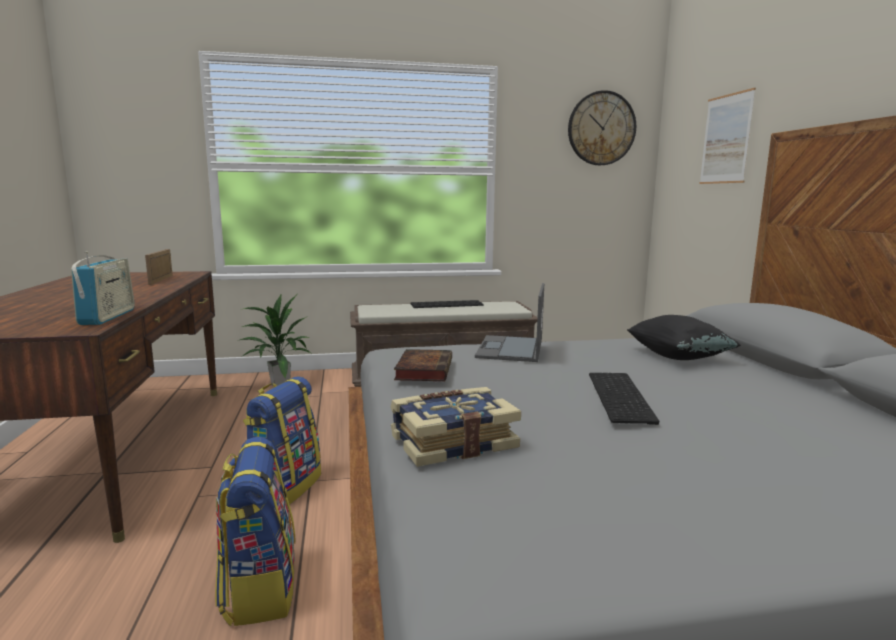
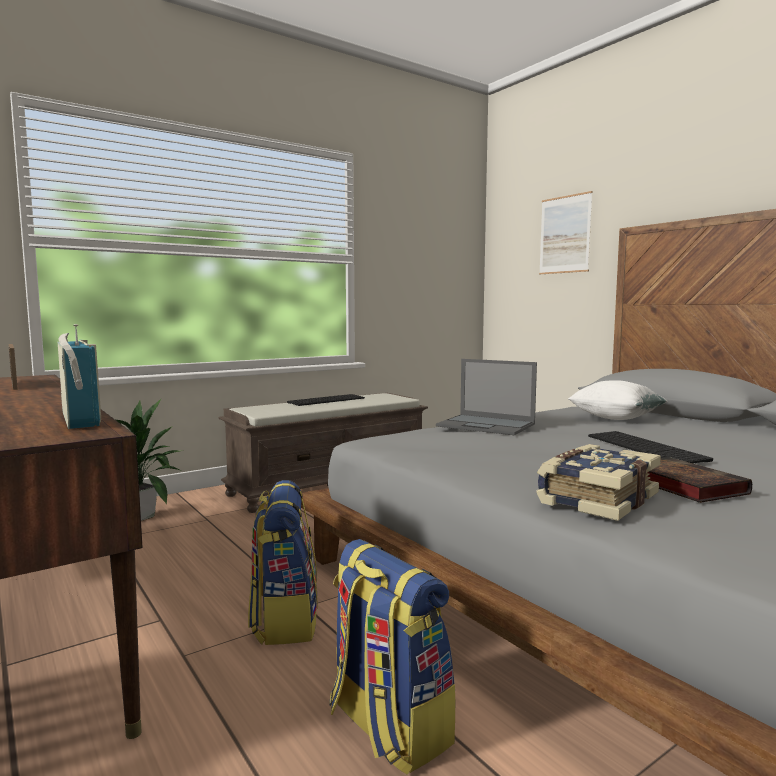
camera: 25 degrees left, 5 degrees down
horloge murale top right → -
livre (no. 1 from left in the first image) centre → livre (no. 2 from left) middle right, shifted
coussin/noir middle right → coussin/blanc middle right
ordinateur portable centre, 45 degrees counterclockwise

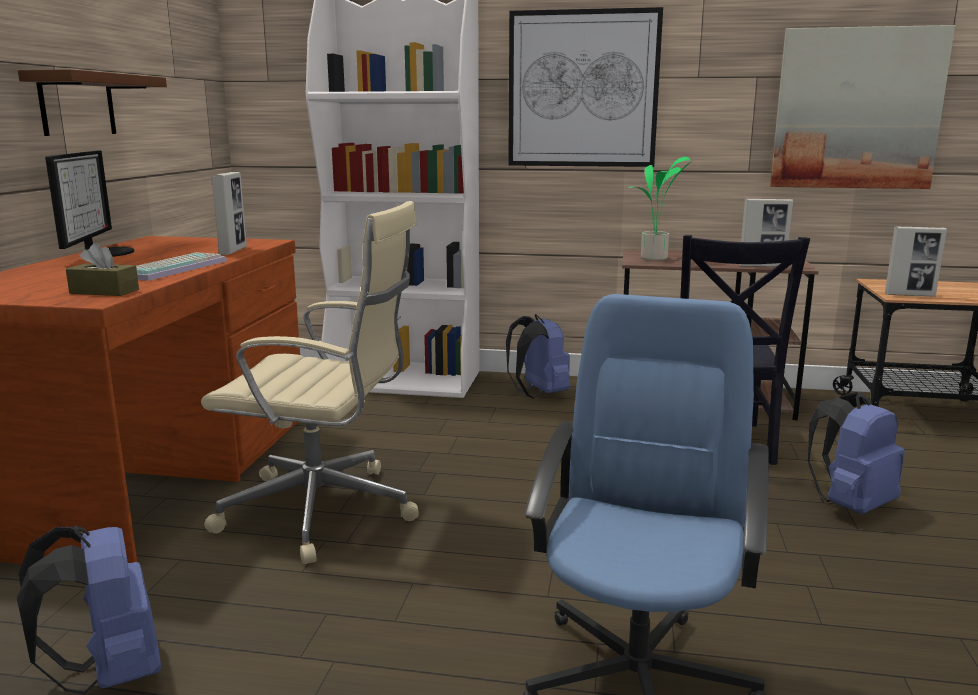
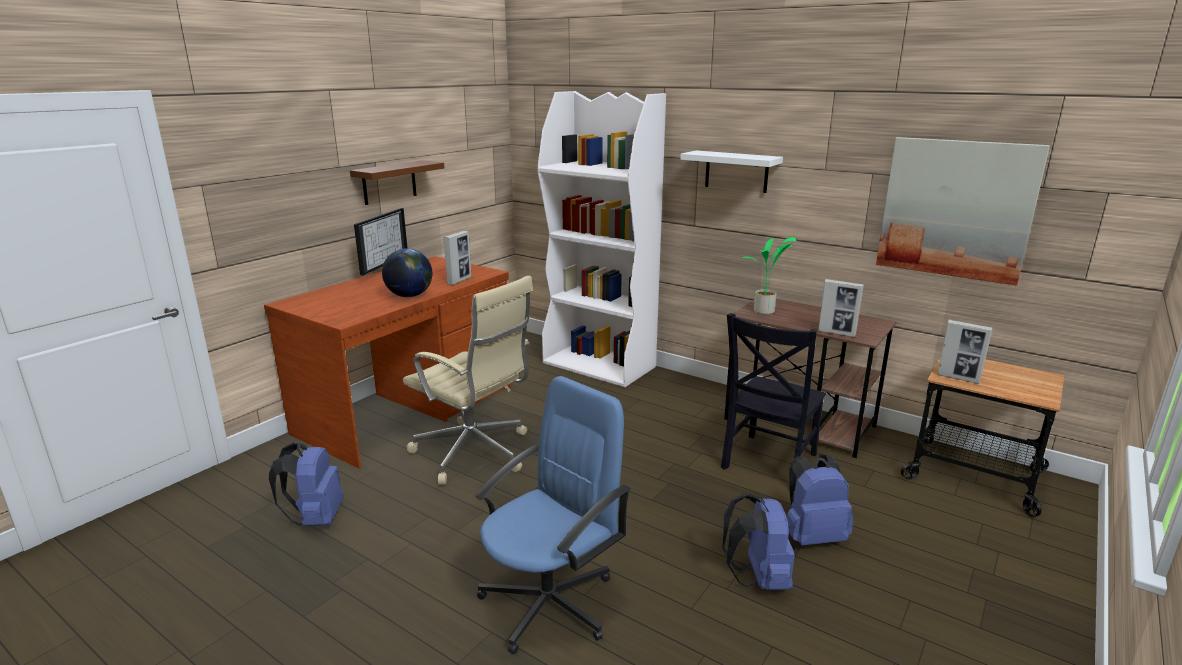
camera: 25 degrees right, 5 degrees up
boîte à mouchoirs/marron middle left → -
sac à dos/bleu (no. 2 from left) centre → sac à dos/bleu (no. 2 from left) bottom centre, shifted
clavier middle left → globe centre
tableau (no. 1 from left) top centre → étagère/blanc top centre

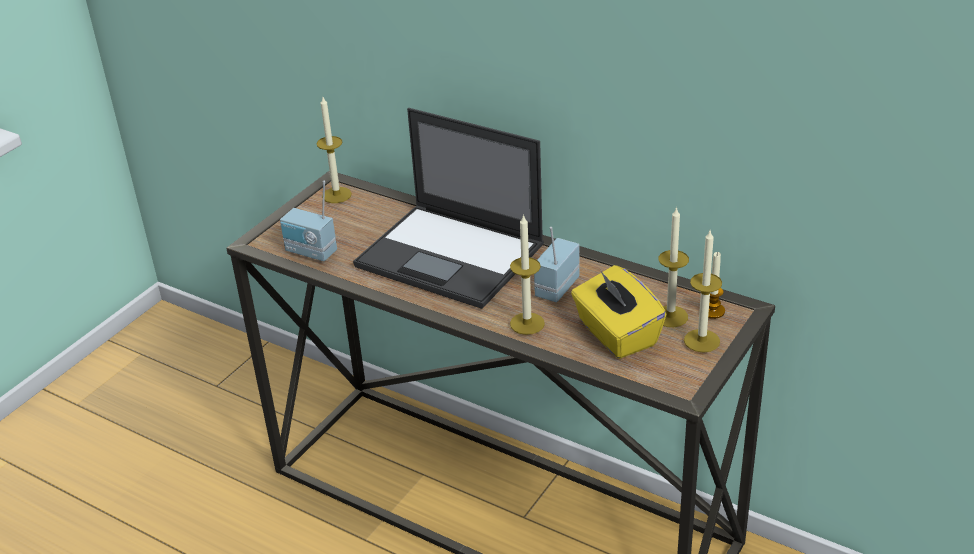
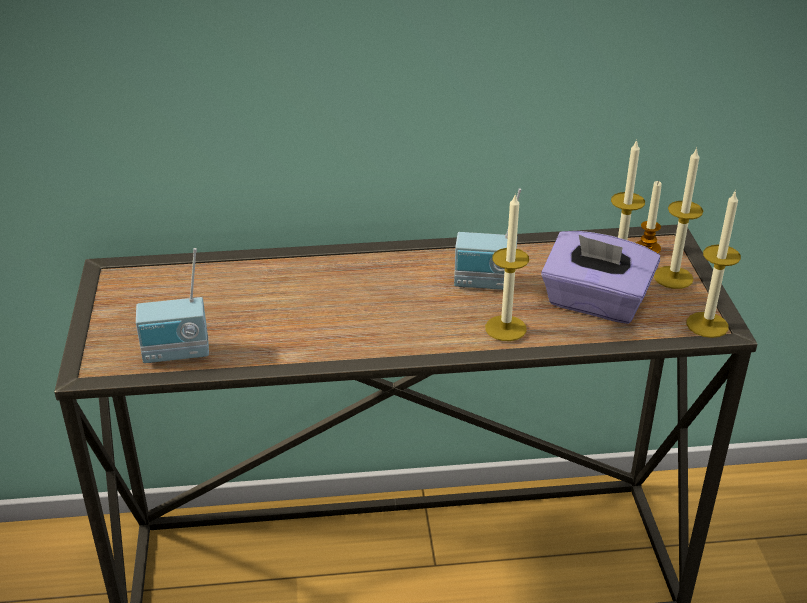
camera: 40 degrees left, 0 degrees up
ordinateur portable centre → -
bougie (no. 1 from left in the first image) top centre → bougie (no. 5 from left) middle right, shifted
boîte à mouchoirs/jaune centre → boîte à mouchoirs/violet middle right
radio (no. 2 from left) centre, 75 degrees counterclockwise

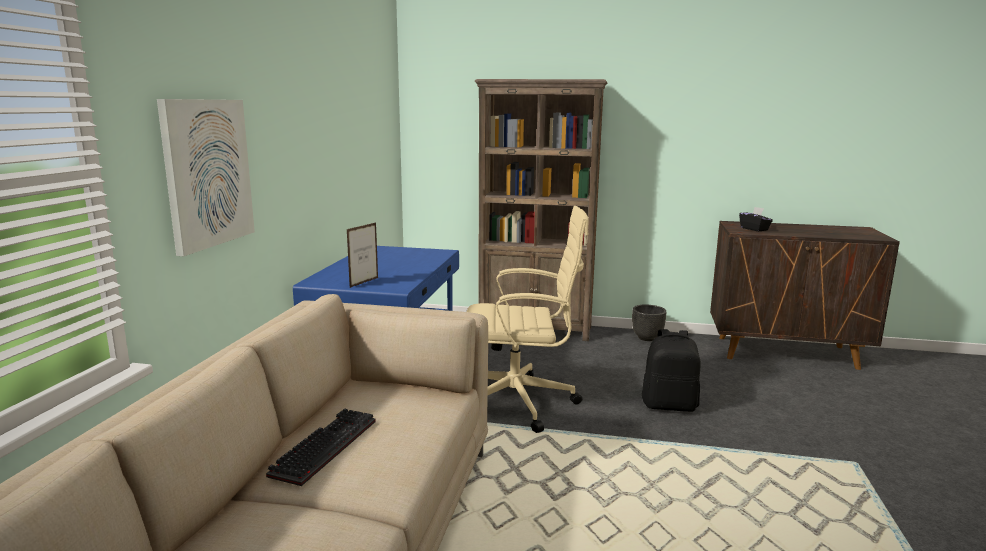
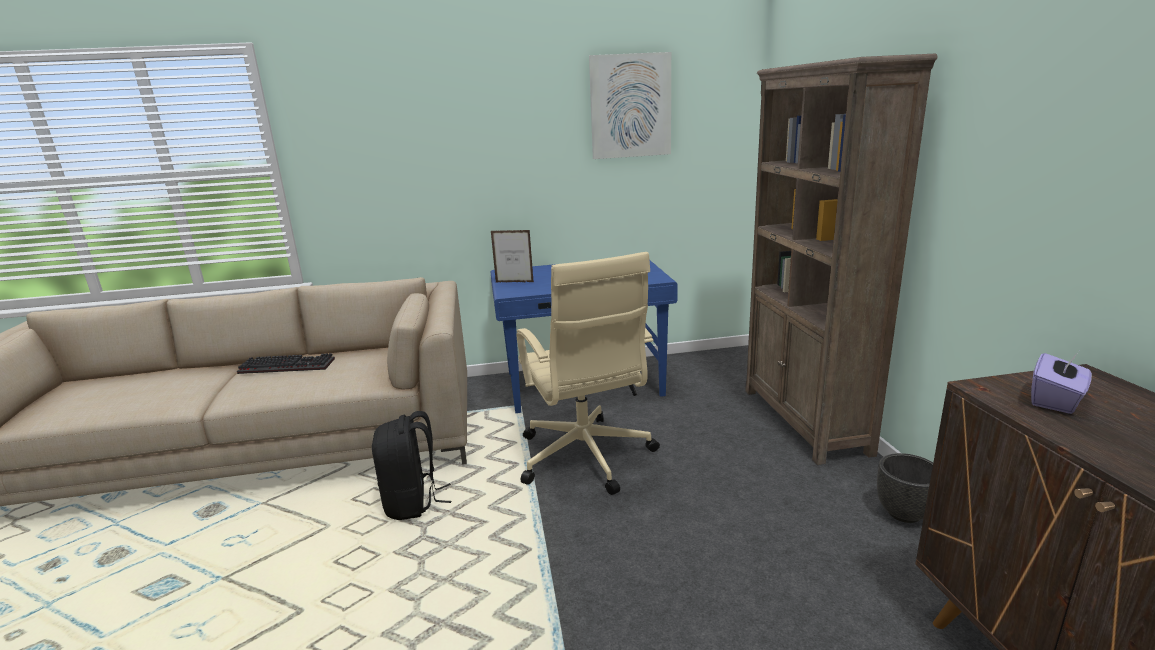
camera: 70 degrees right, 5 degrees up
tableau top left → tableau top centre, shifted
sac à dos/noir bottom right → sac à dos/noir bottom centre, shifted
boîte à mouchoirs/noir middle right → boîte à mouchoirs/violet middle right

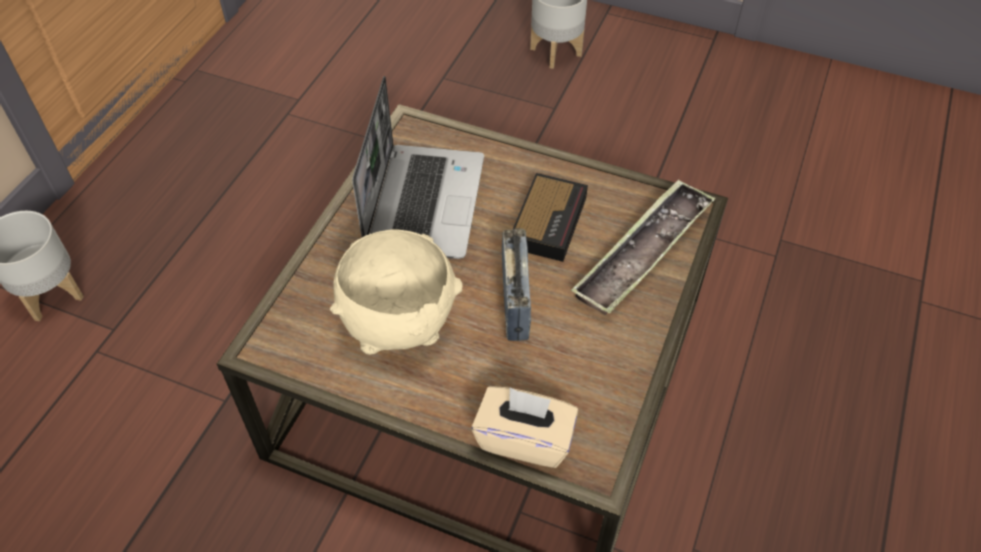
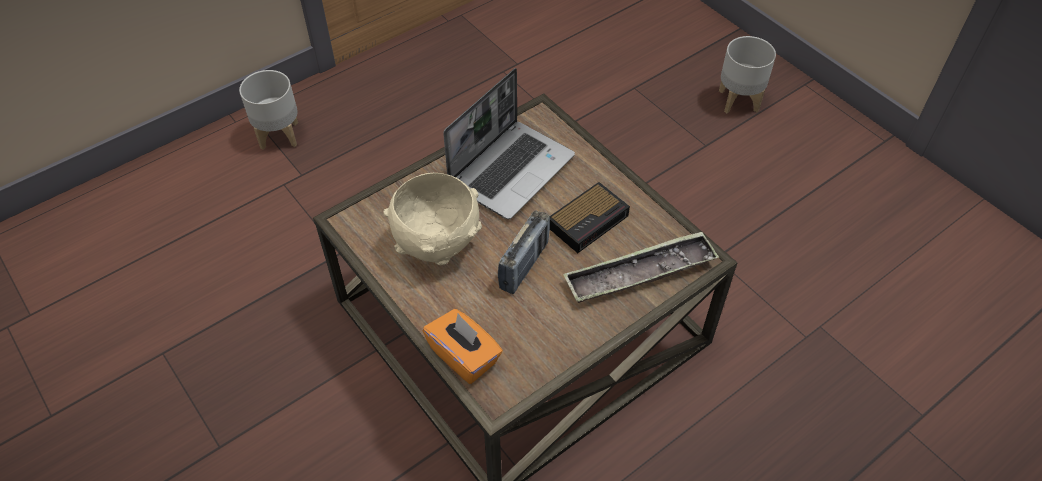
camera: 30 degrees right, 0 degrees up
boîte à mouchoirs/beige bottom centre → boîte à mouchoirs/orange bottom centre

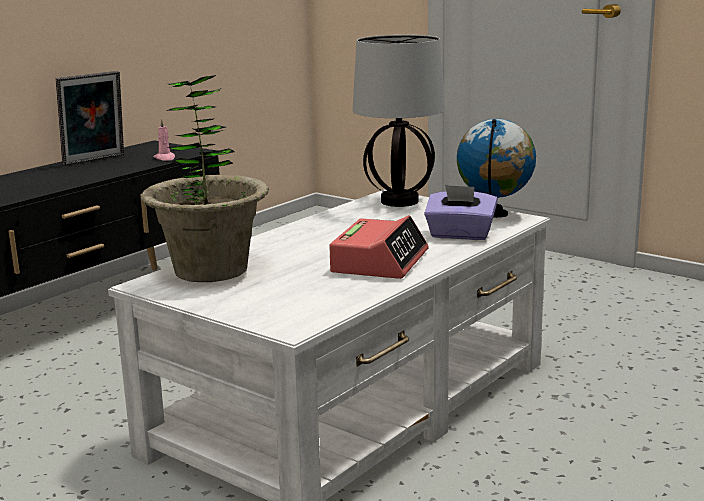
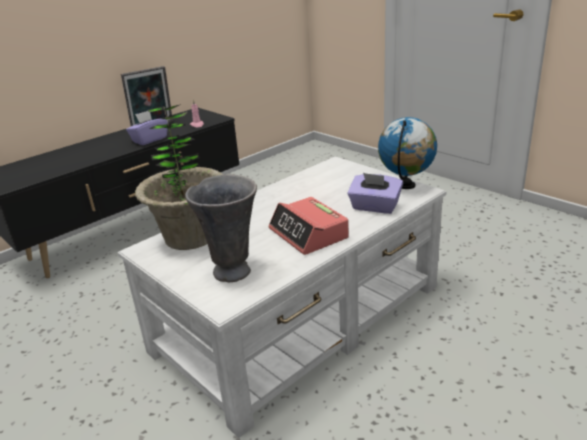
camera: 10 degrees right, 10 degrees up
lampe de table top centre → -
- → boîte à mouchoirs/violet (no. 1 from left) top left
- → vase/gris centre
réveil centre, 120 degrees clockwise

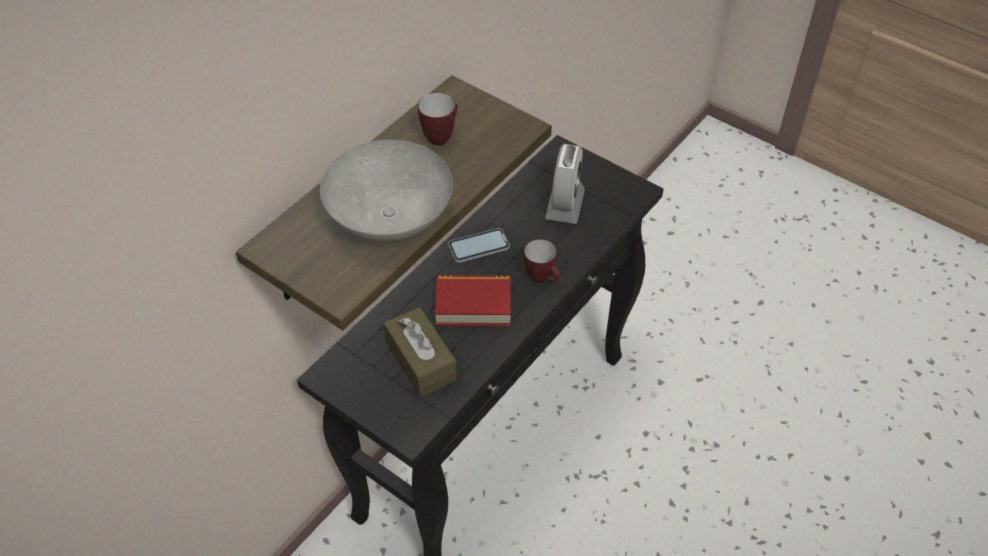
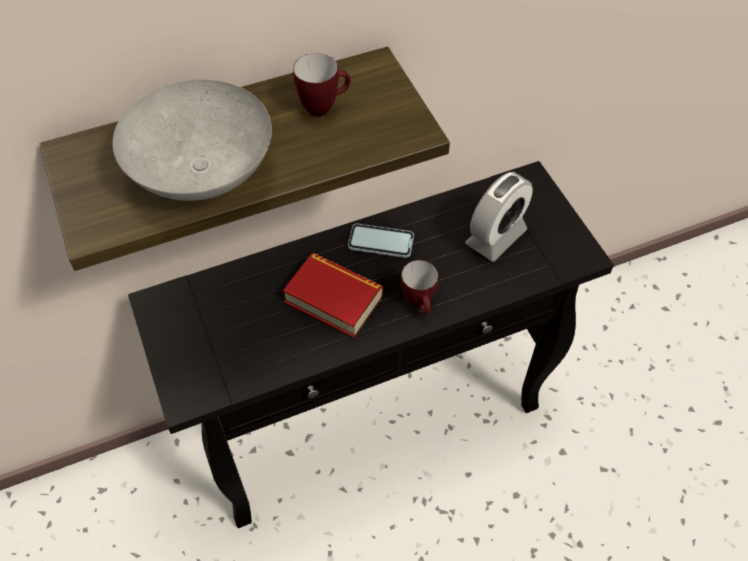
camera: 30 degrees right, 5 degrees up
boîte à mouchoirs/marron centre → -

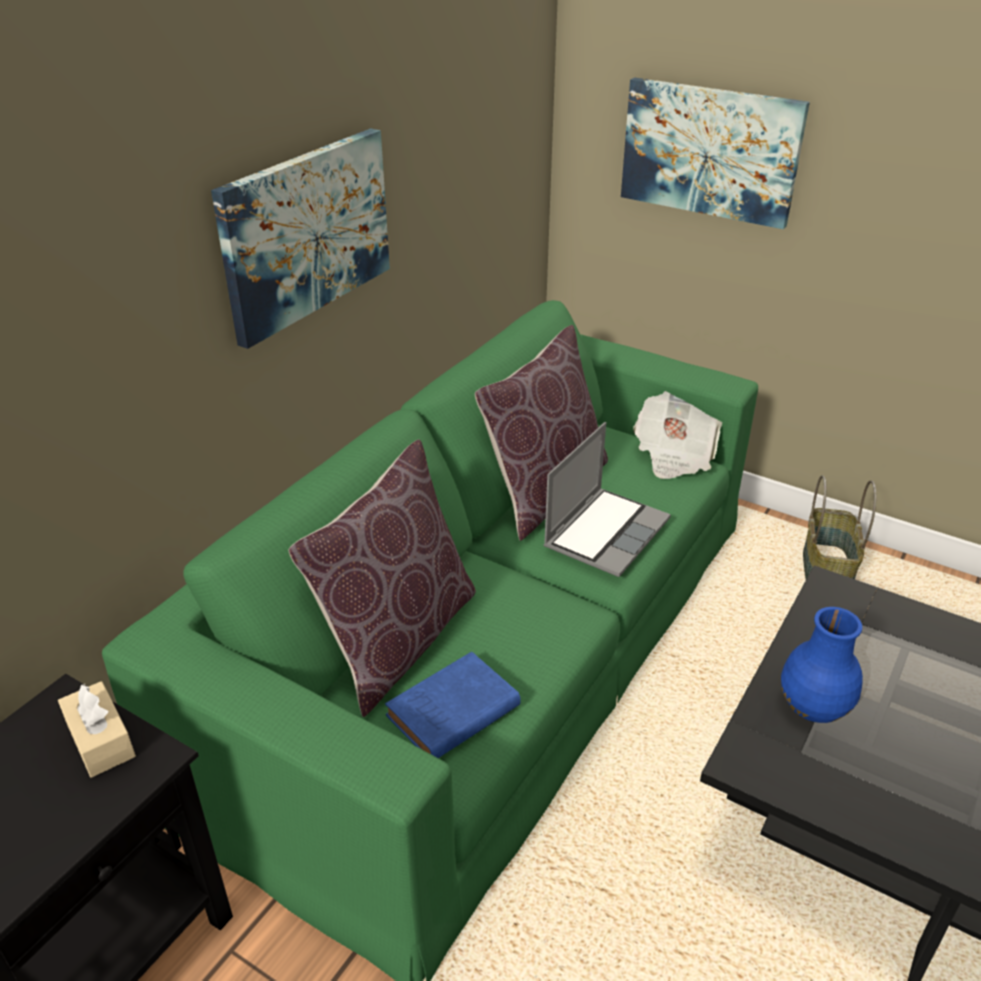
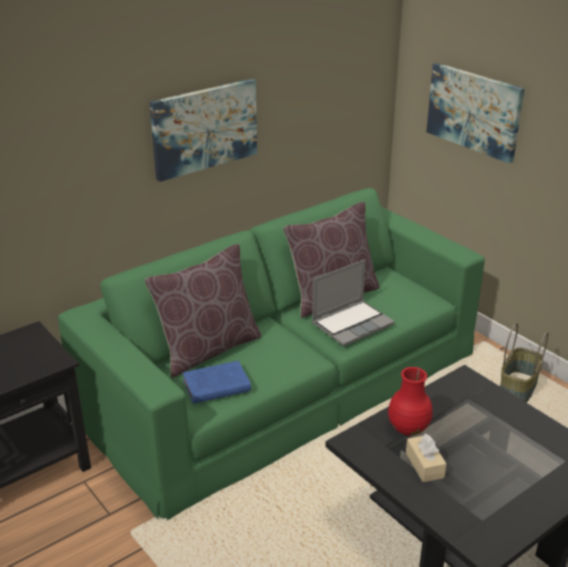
camera: 20 degrees right, 5 degrees down
journal middle right → -
boîte à mouchoirs/beige bottom left → boîte à mouchoirs/beige bottom right, shifted
vase/bleu bottom right → vase/rouge bottom right

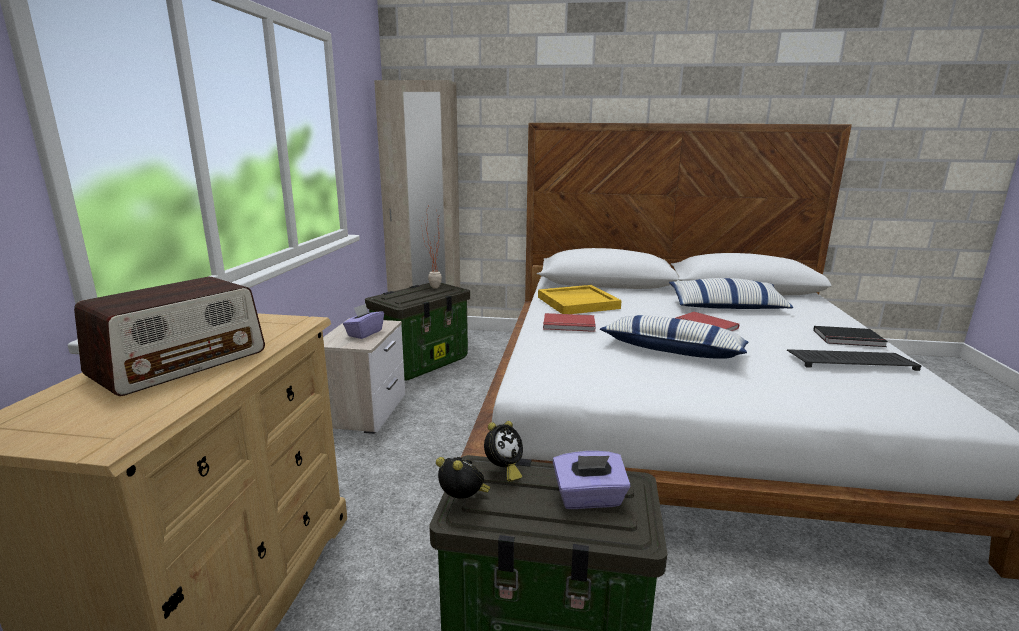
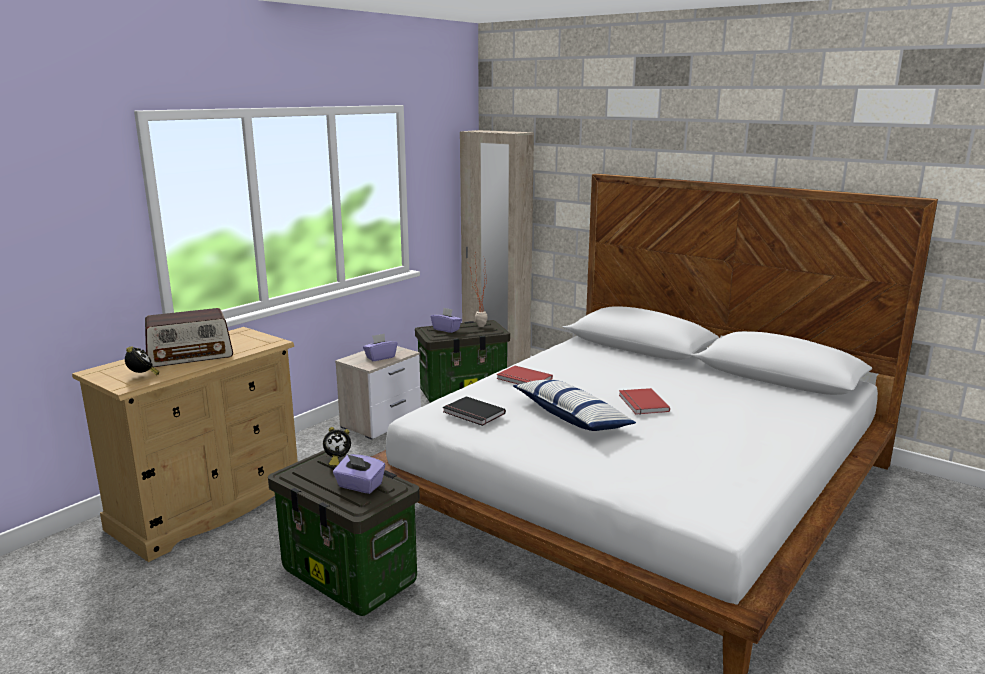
camera: 30 degrees right, 0 degrees up
plateau/jaune centre → -
coussin (no. 2 from left) middle right → -
clavier middle right → -
- → boîte à mouchoirs/violet (no. 3 from left) centre
réveil (no. 1 from left) bottom centre → réveil (no. 1 from left) middle left, shifted
livre/noir middle right → livre/noir centre, shifted

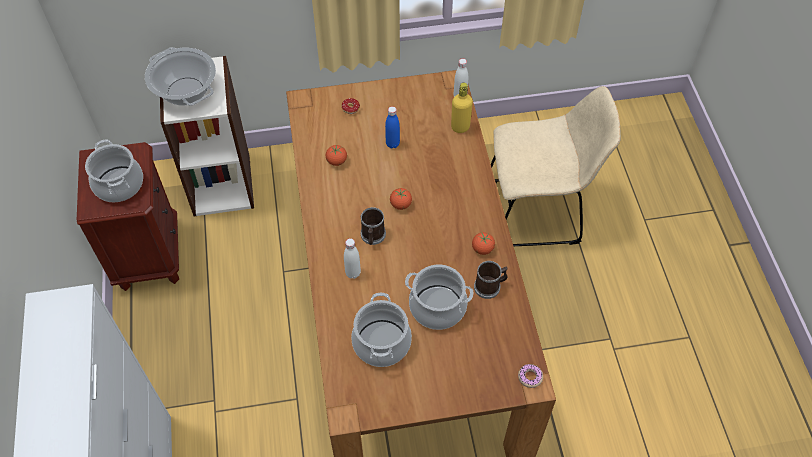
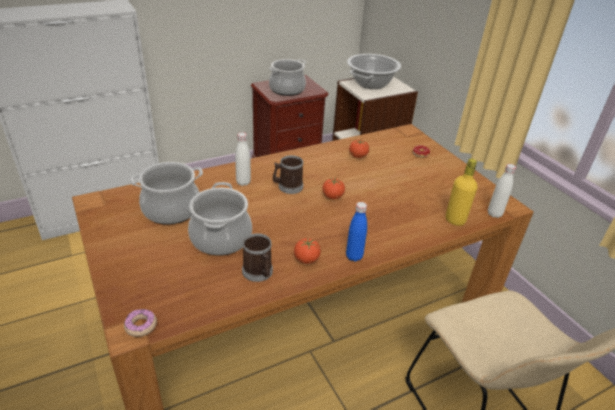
camera: 70 degrees right, 20 degrees down
bouteille/bleu top centre → bouteille/bleu centre, shifted

